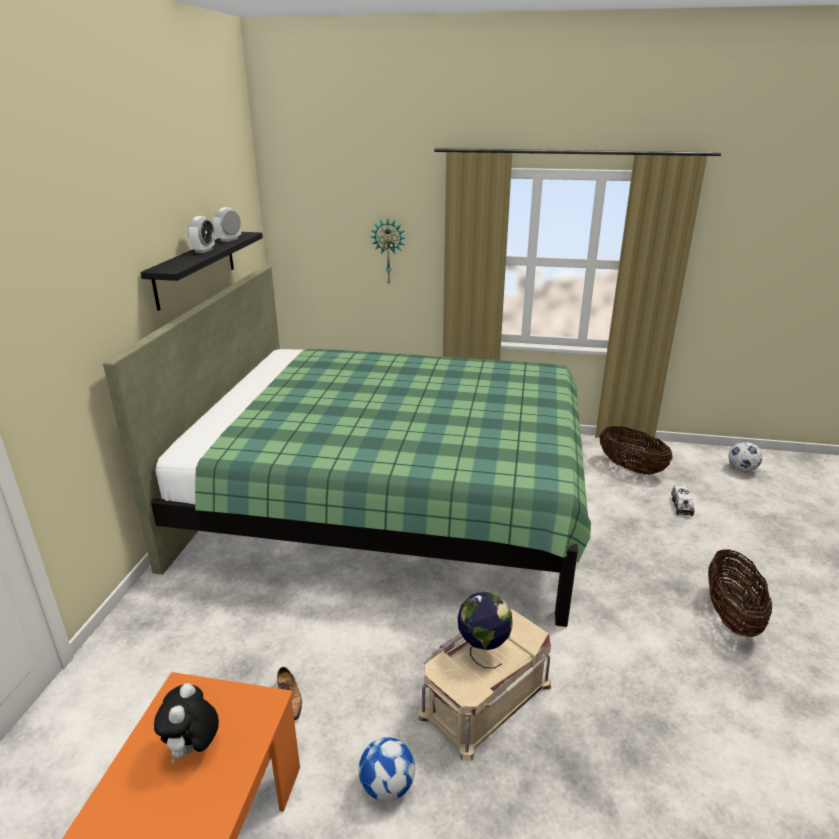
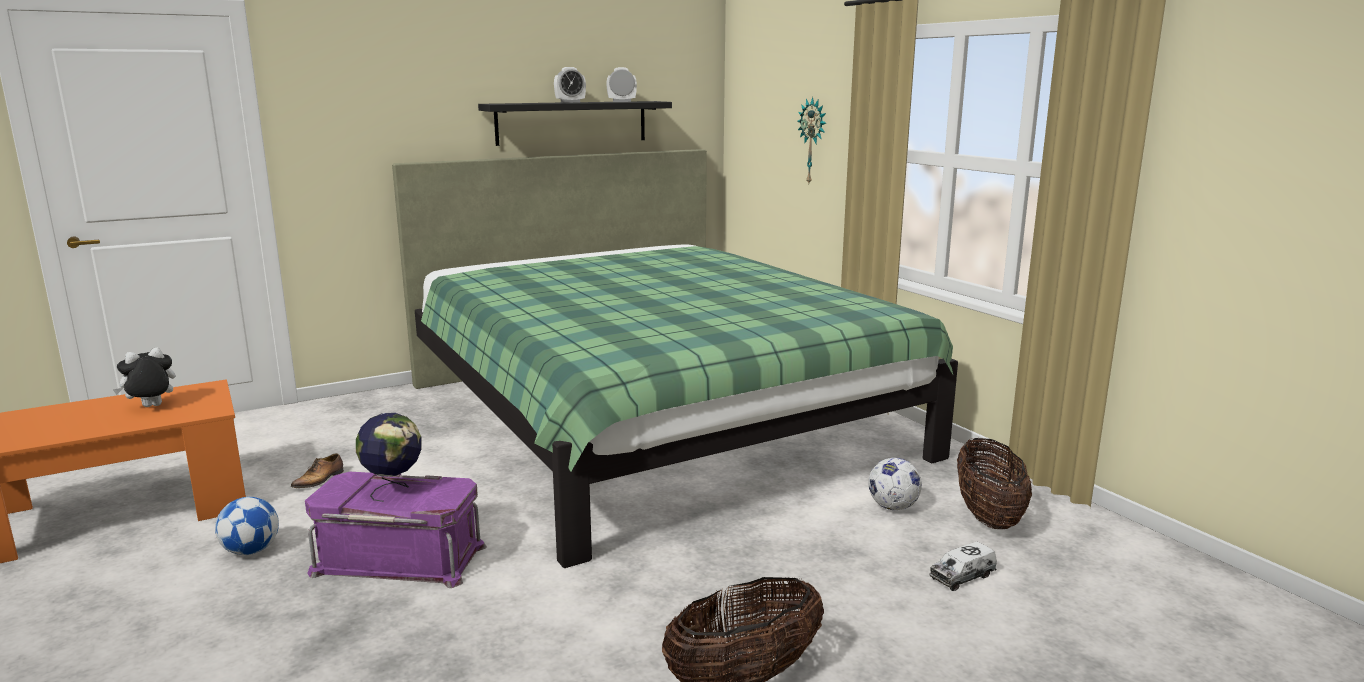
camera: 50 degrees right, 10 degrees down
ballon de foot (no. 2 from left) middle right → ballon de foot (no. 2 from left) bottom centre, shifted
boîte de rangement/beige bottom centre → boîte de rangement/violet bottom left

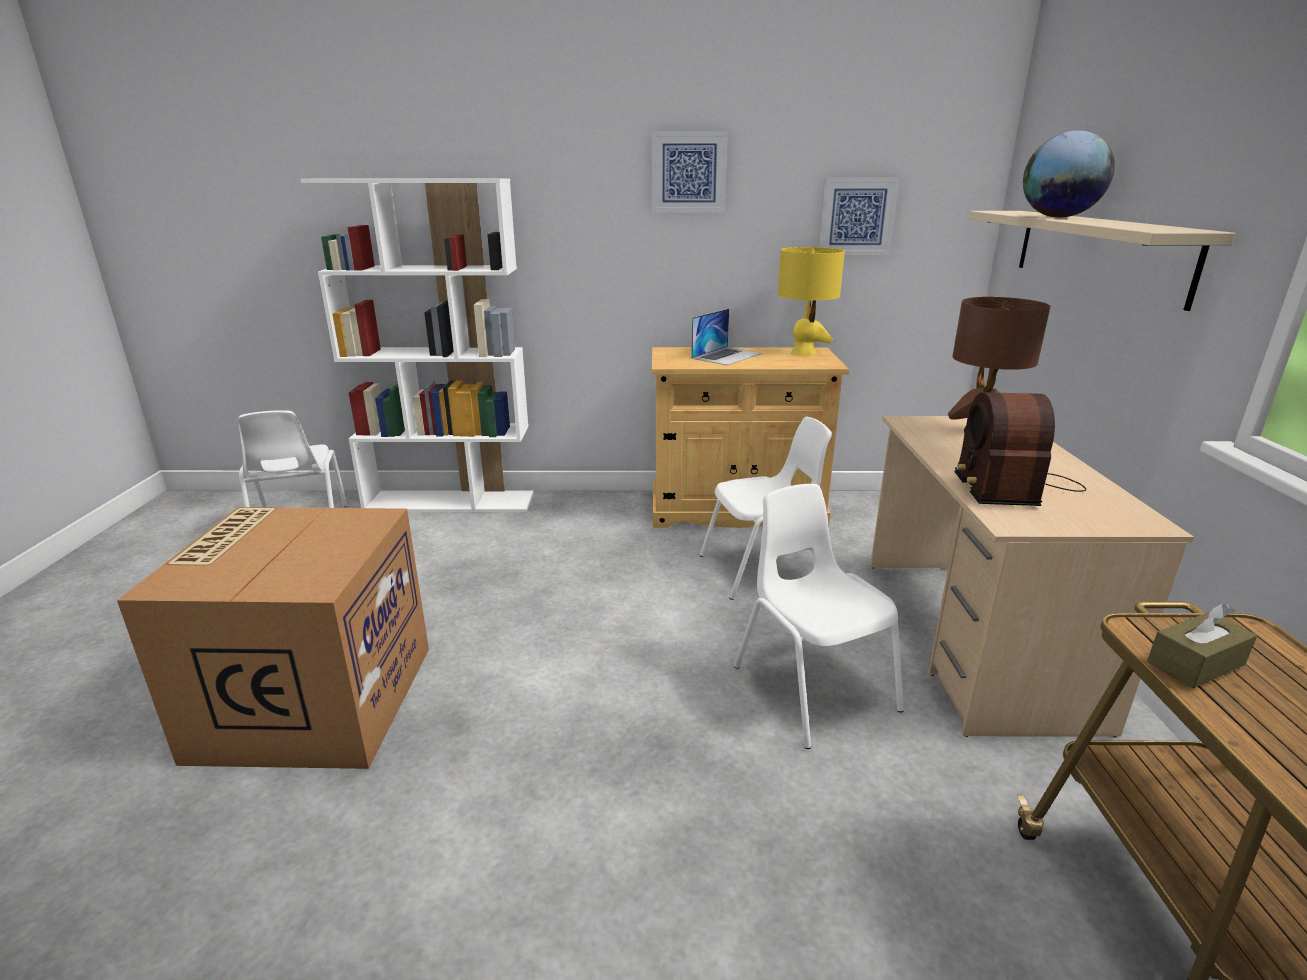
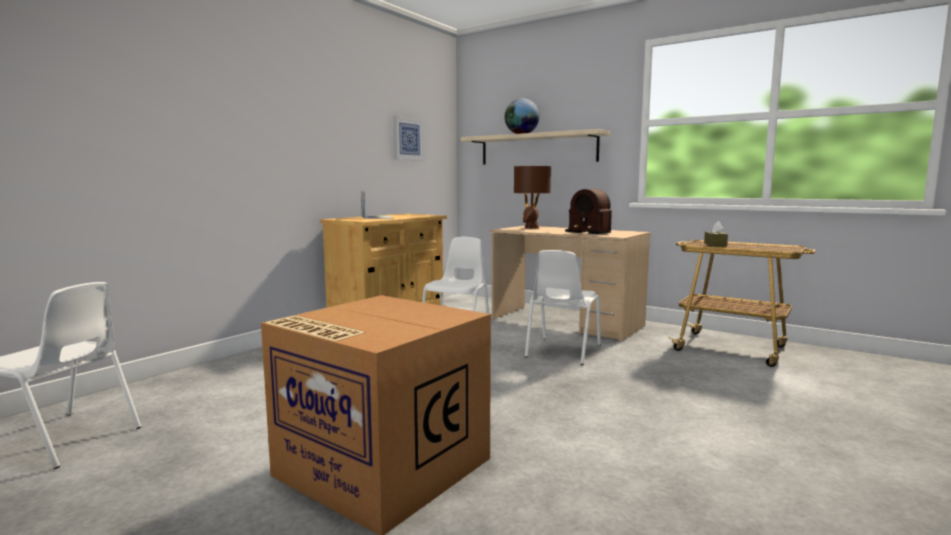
camera: 55 degrees left, 15 degrees down
bibliothèque/blanc middle left → -
tableau (no. 1 from left) top centre → -
lampe de table/jaune top centre → -
chaise/blanc (no. 3 from left) centre, 75 degrees counterclockwise

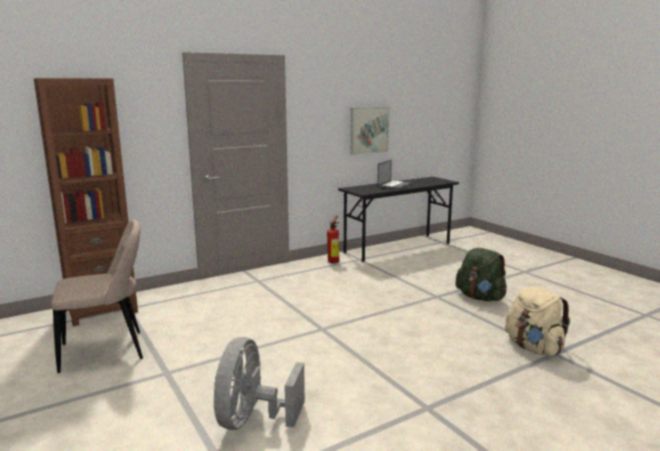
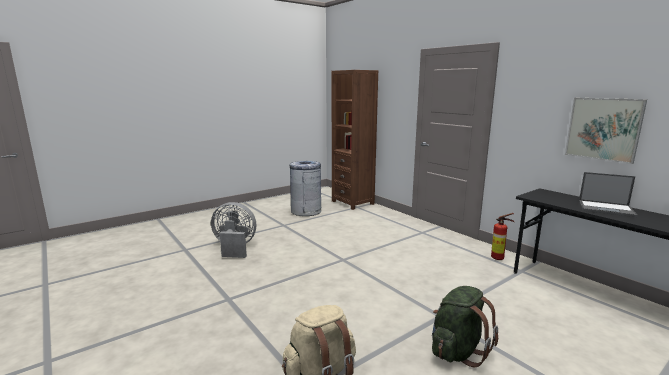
camera: 85 degrees right, 0 degrees up
chaise/beige middle left → poubelle/gris centre

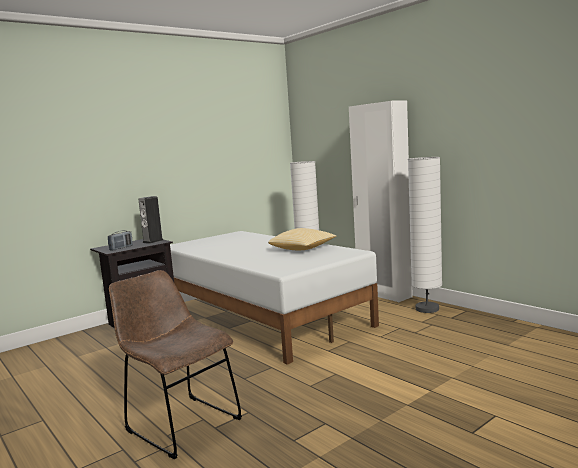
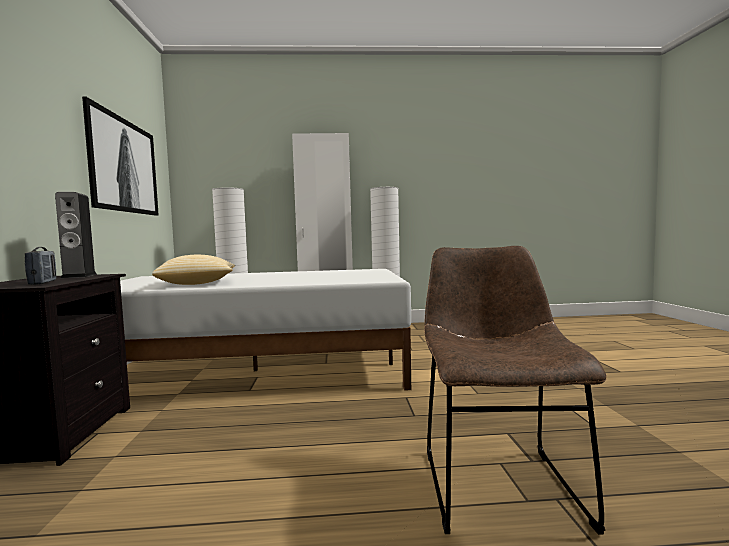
camera: 55 degrees left, 5 degrees down
- → tableau top left
coussin centre → coussin middle left, shifted
chaise/marron bottom left → chaise/marron bottom right, 105 degrees clockwise

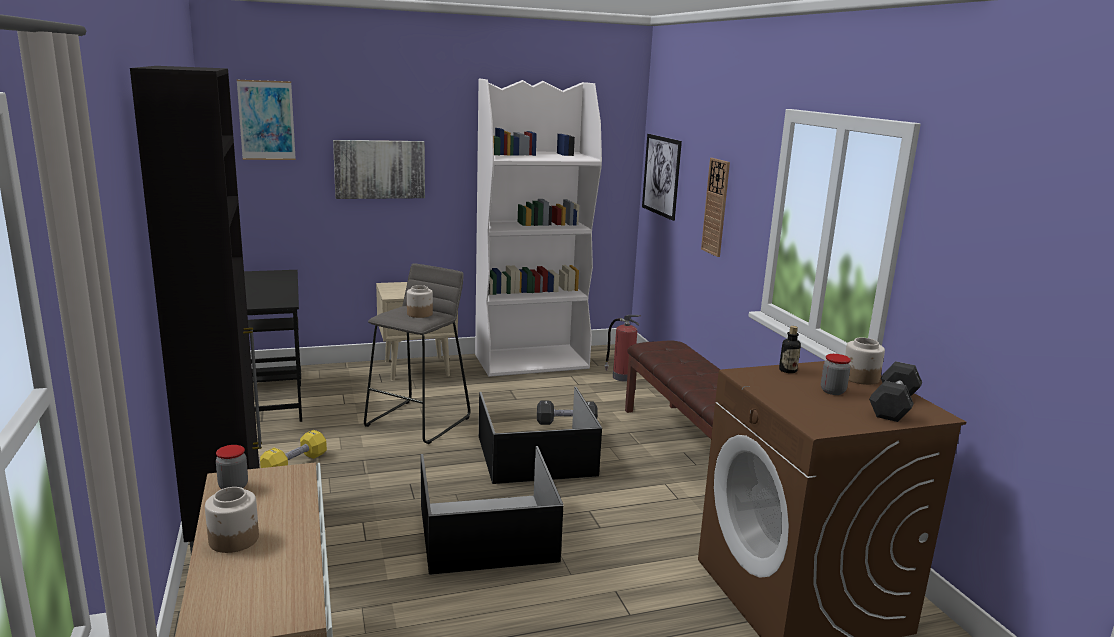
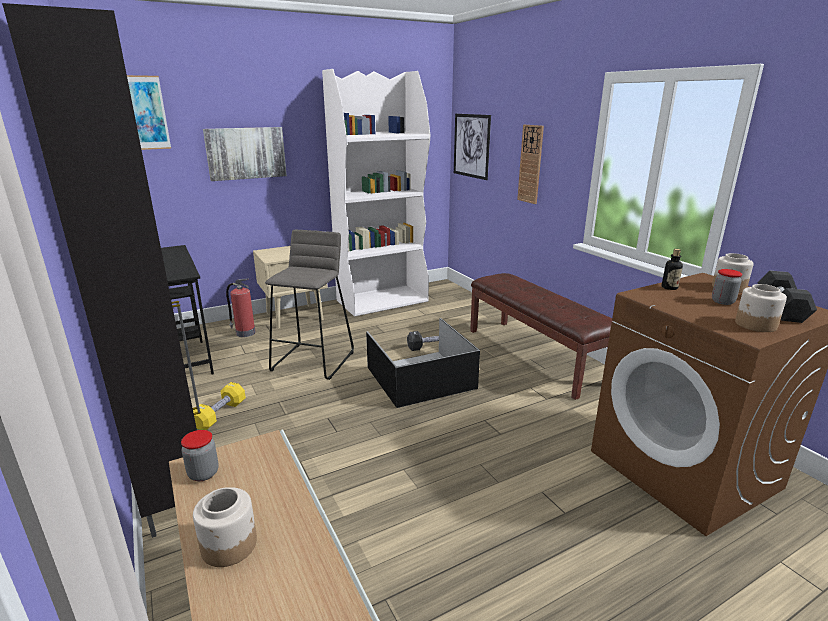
camera: 10 degrees left, 5 degrees up
boîte de rangement/noir (no. 1 from left) bottom centre → -
bocal (no. 3 from left in the first image) centre → bocal (no. 5 from left) middle right, shifted
extincteur centre → extincteur middle left, shifted

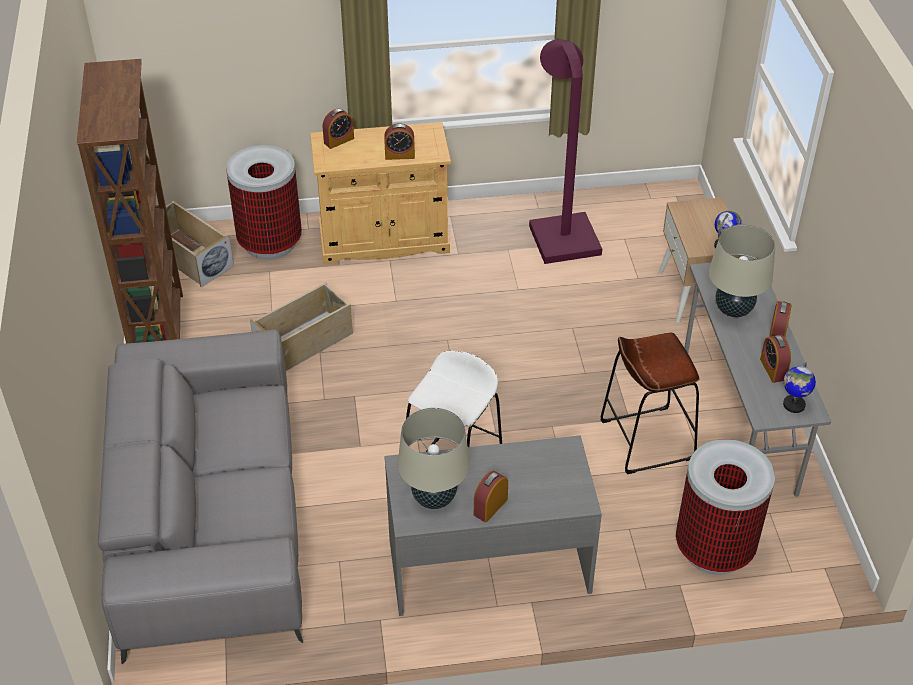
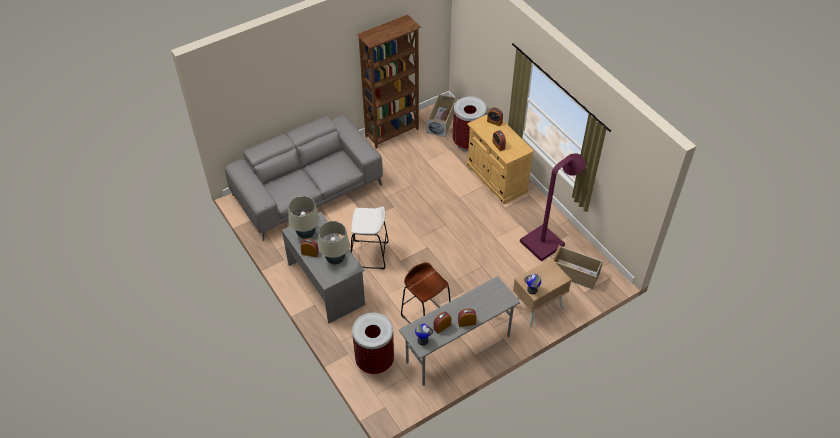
camera: 65 degrees right, 5 degrees up
boîte de rangement/beige (no. 2 from left) middle left → boîte de rangement/beige (no. 2 from left) middle right, shifted
lampe de table/beige (no. 2 from left) middle right → lampe de table/beige (no. 2 from left) centre, shifted

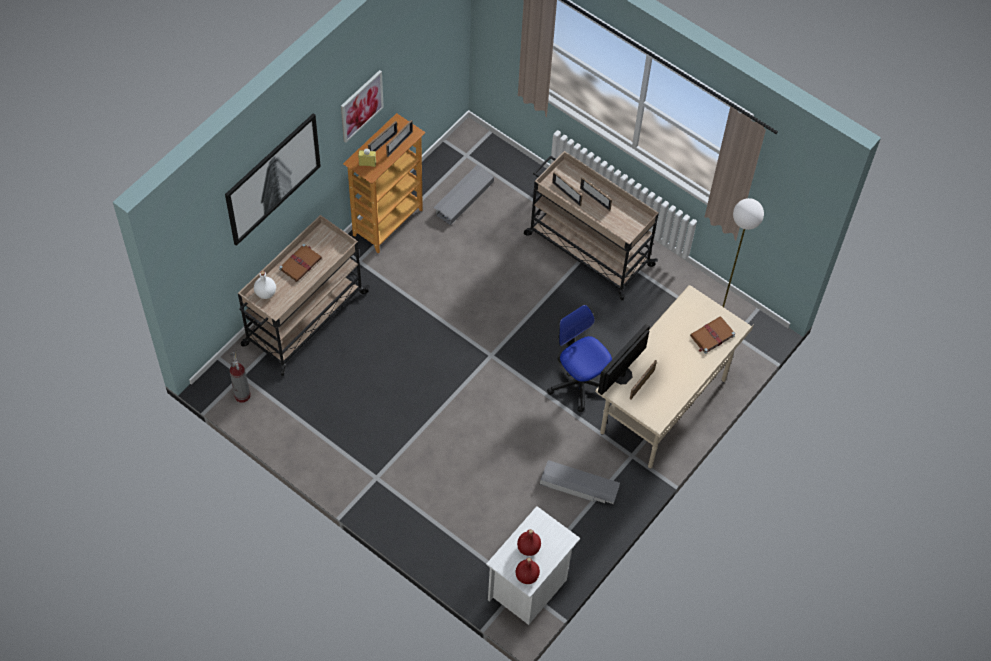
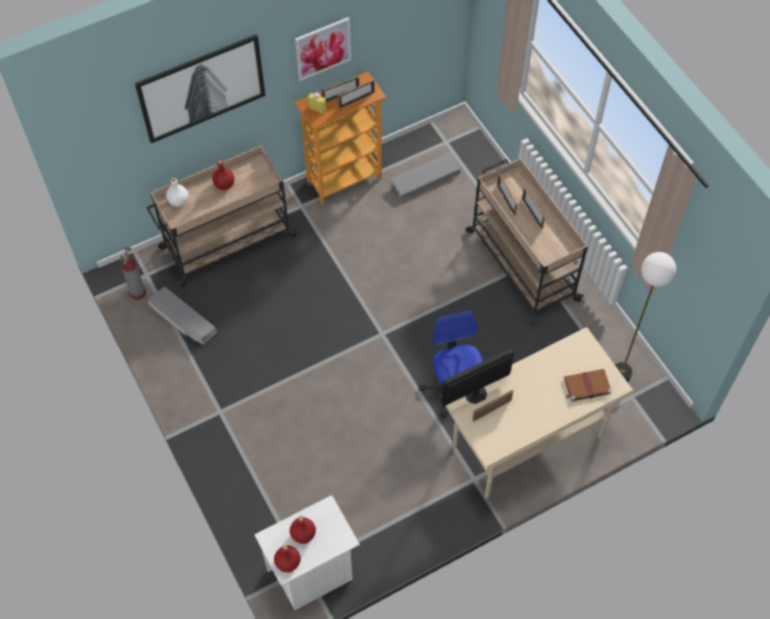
camera: 25 degrees right, 0 degrees up
boîte de rangement/gris (no. 2 from left in the first image) bottom centre → boîte de rangement/gris (no. 1 from left) middle left, shifted
livre/marron (no. 1 from left) middle left → bouteille/rouge (no. 1 from left) top left

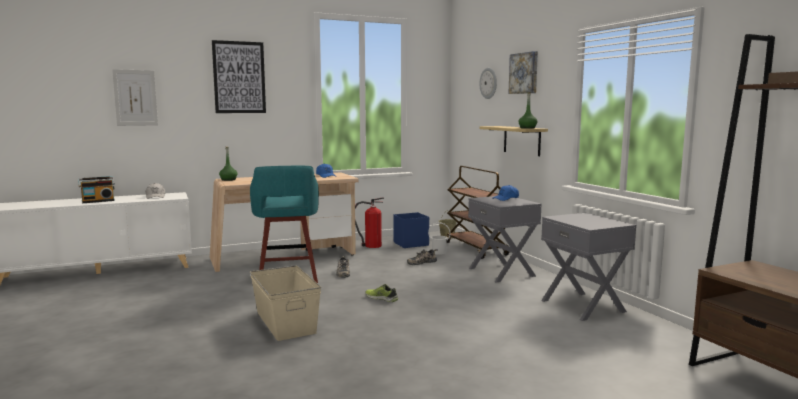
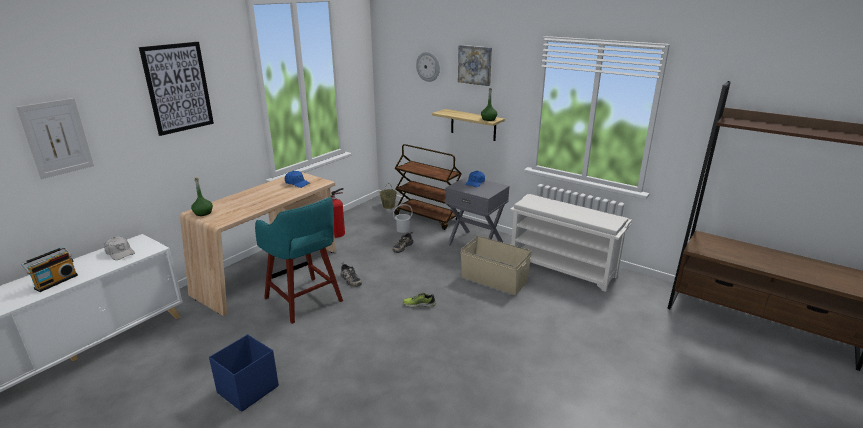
camera: 30 degrees left, 15 degrees up
boîte de rangement/beige bottom centre → boîte de rangement/beige centre, shifted
boîte de rangement/bleu centre → boîte de rangement/bleu bottom left, shifted
table de chevet/gris (no. 2 from left) bottom right → étagère à chaussures/blanc centre

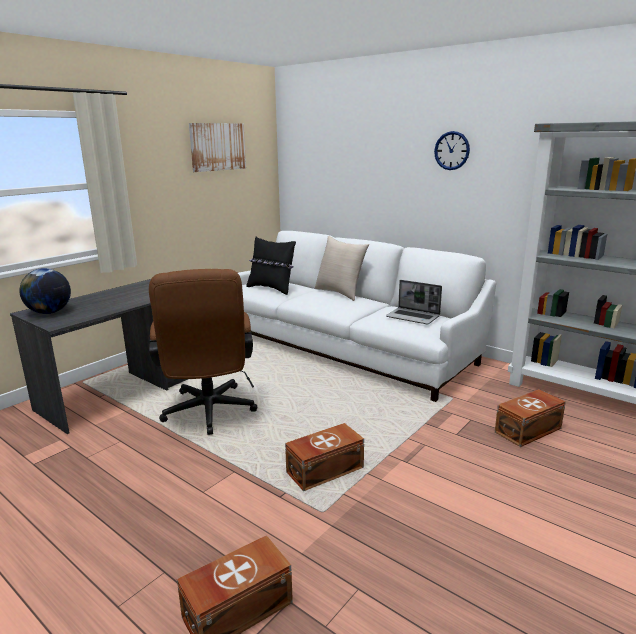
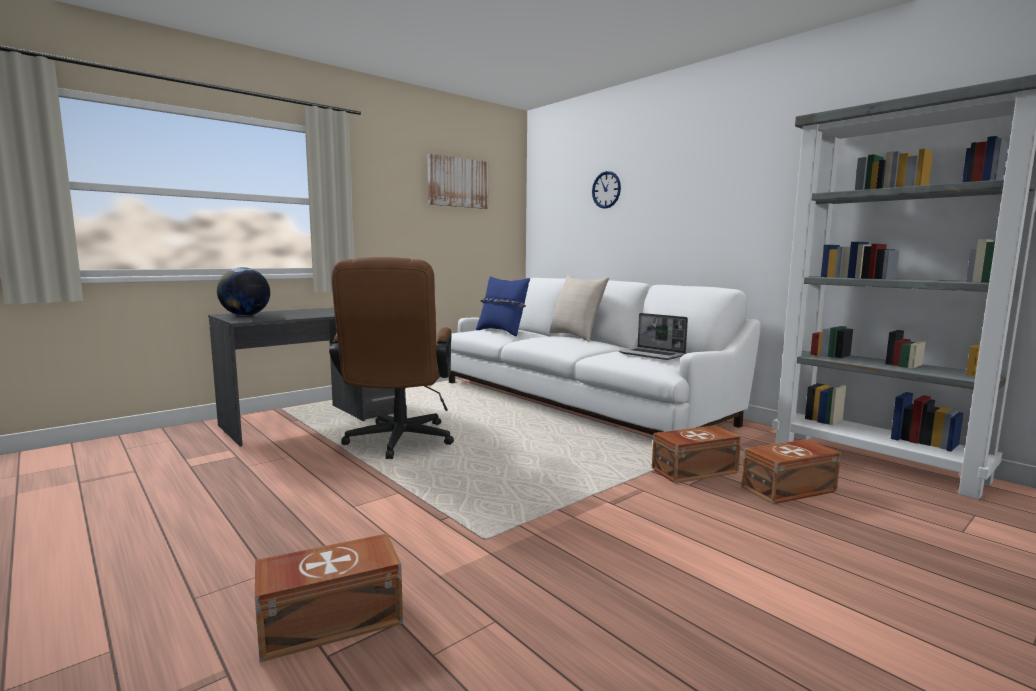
camera: 10 degrees right, 10 degrees down
boîte de rangement/marron (no. 2 from left) bottom centre → boîte de rangement/marron (no. 2 from left) middle right, shifted
horloge murale top right → horloge murale top centre, shifted
coussin/noir centre → coussin/bleu centre

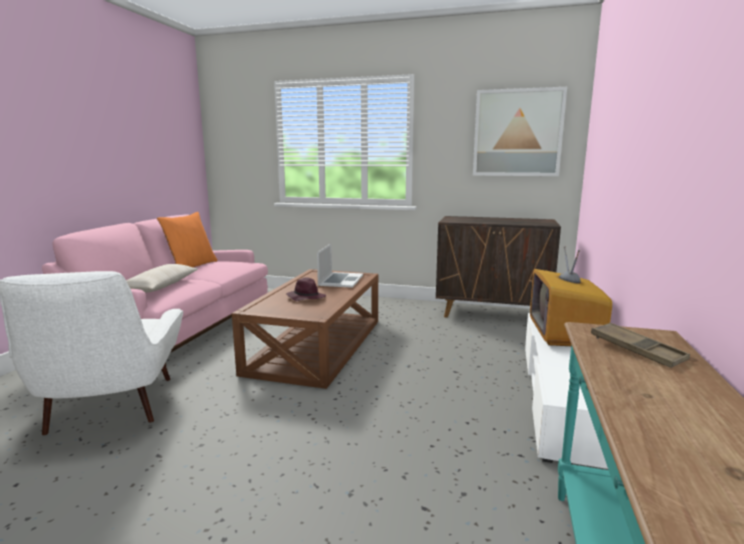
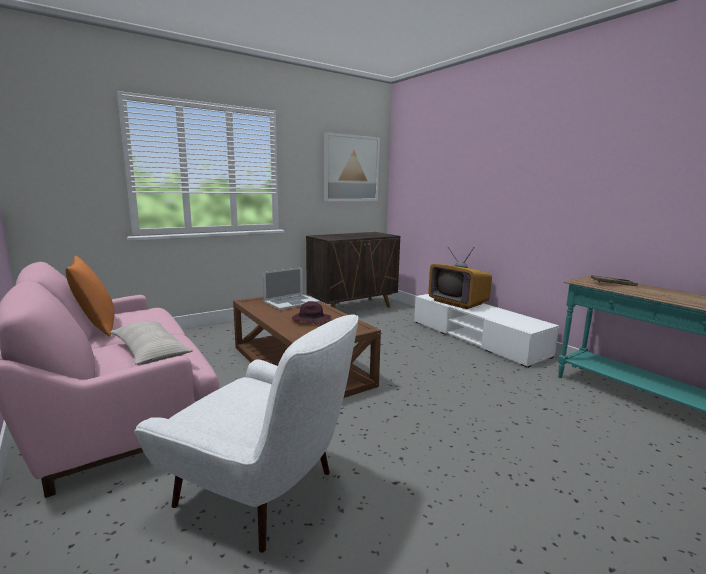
camera: 50 degrees left, 0 degrees up
ordinateur portable centre, 90 degrees clockwise

